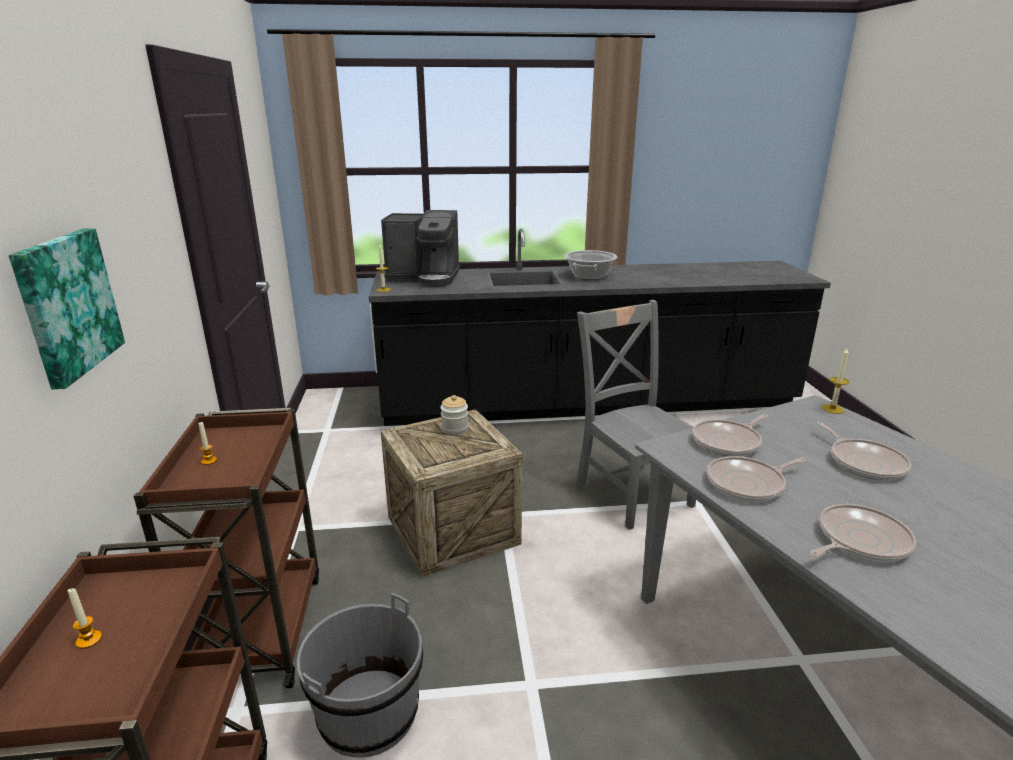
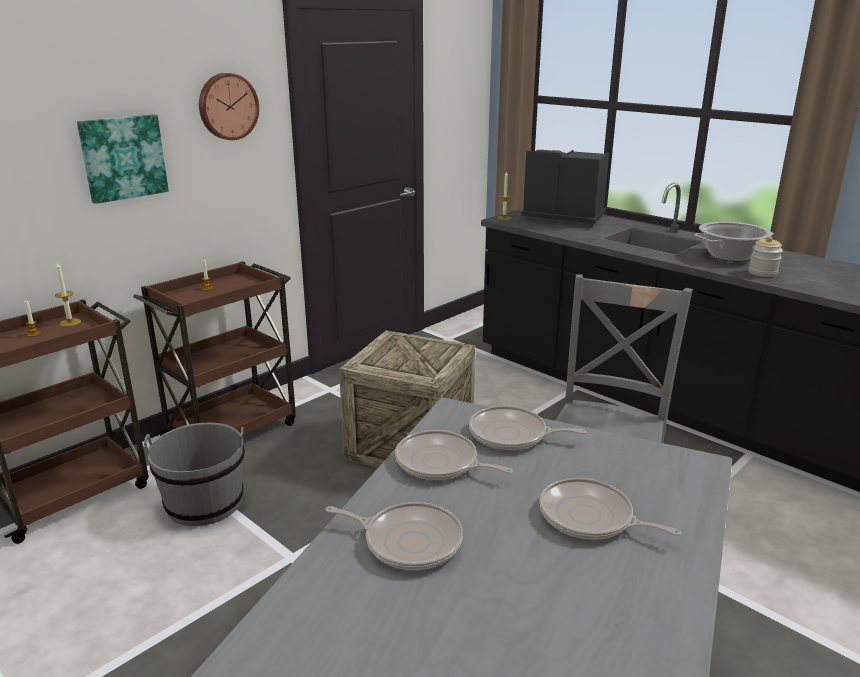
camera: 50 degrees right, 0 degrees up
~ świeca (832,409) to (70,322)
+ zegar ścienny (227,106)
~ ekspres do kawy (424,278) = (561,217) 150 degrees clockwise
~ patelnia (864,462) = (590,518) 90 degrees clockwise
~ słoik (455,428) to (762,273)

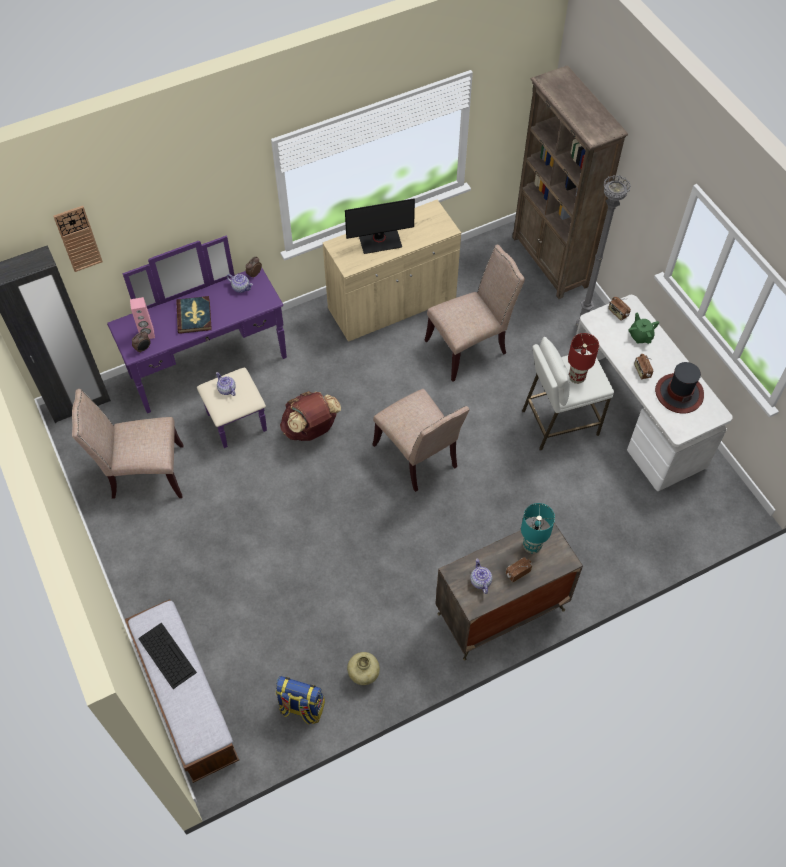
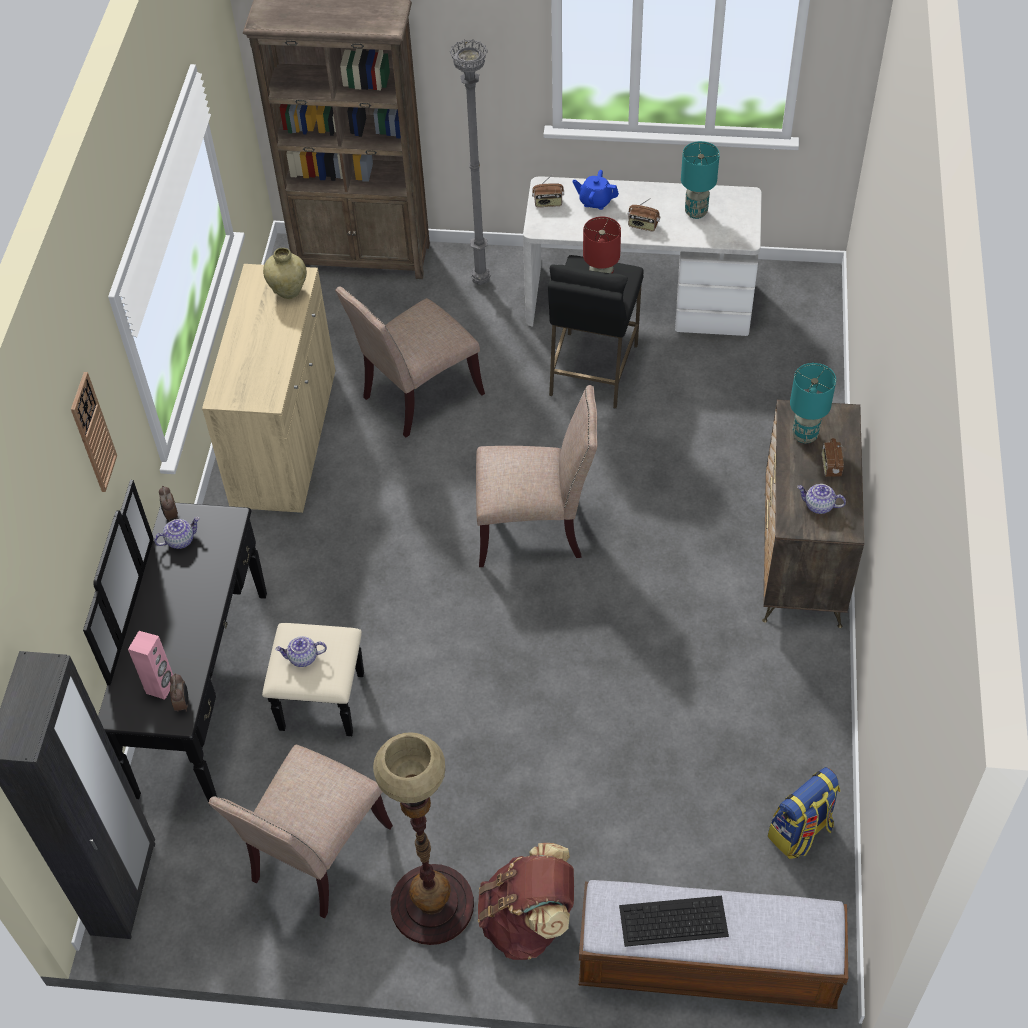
camera: 55 degrees left, 5 degrees down
~ zegar ścienny (78,238) to (92,433)
~ komoda [fioletowy] (215,379) to komoda [czarny] (230,693)
~ wazon [beżowy] (364,675) to (288,291)
~ krzesło [beżowy] (469,347) = (417,396) 135 degrees counterclockwise
+ lampa stojąca (432,905)
~ plecak [brązowy] (311,429) to (528,920)
~ stołek [biały] (559,422) to stołek [czarny] (592,370)
~ imbryk [zielony] (640,336) to imbryk [niebieski] (595,201)
~ kapelusz (678,393) to lampa stołowa [turkusowy] (695,212)
- książka (194,316)
- monitor (380,240)

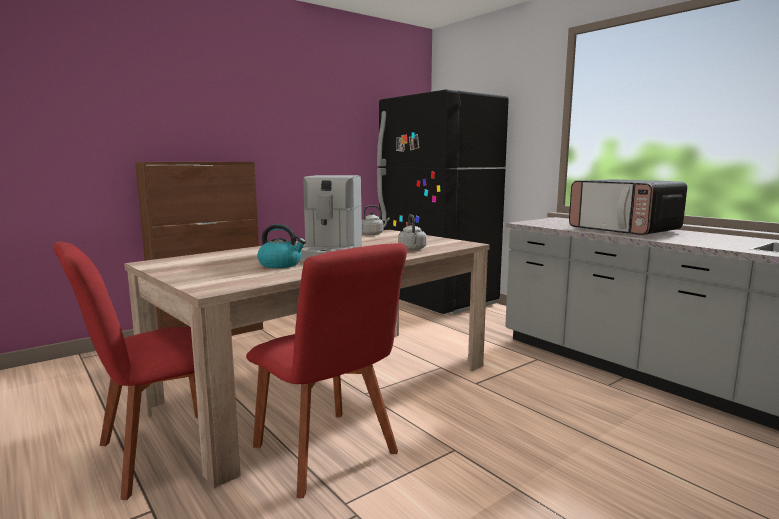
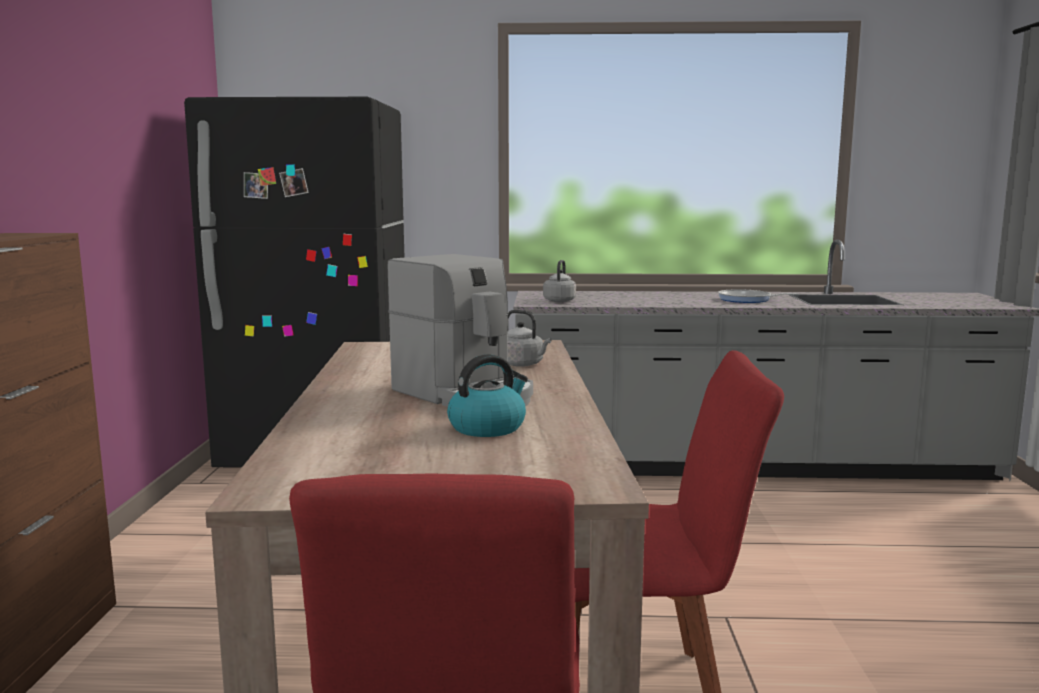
camera: 50 degrees left, 0 degrees up
~ czajnik [szary] (373,234) to (560,300)
+ patelnia (747,300)
- mikrofalówka (624,230)

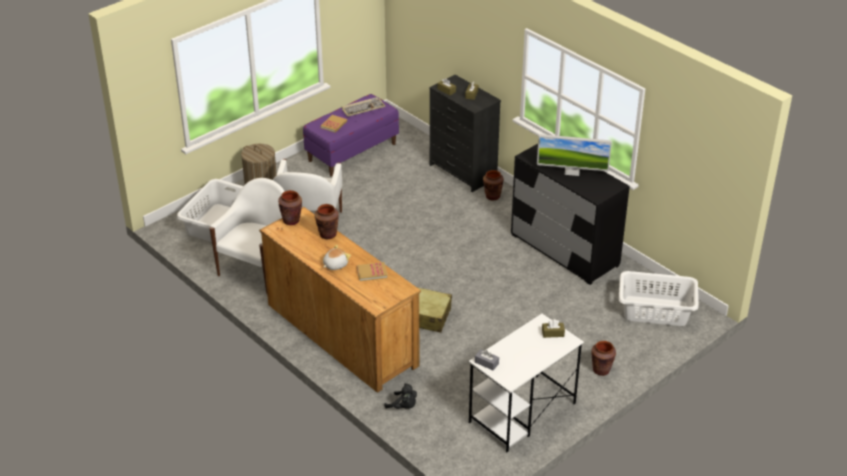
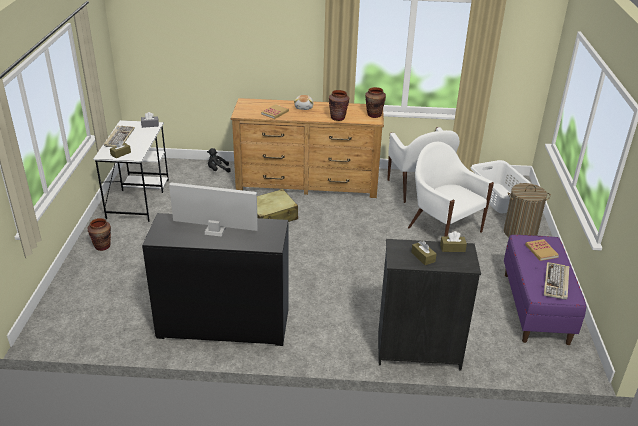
camera: 135 degrees right, 5 degrees down
+ klawiatura (119,138)
~ monitor (572,171) = (215,231) 45 degrees clockwise
- wazon [brązowy] (492,196)
- kosz na pranie [biały] (656,311)

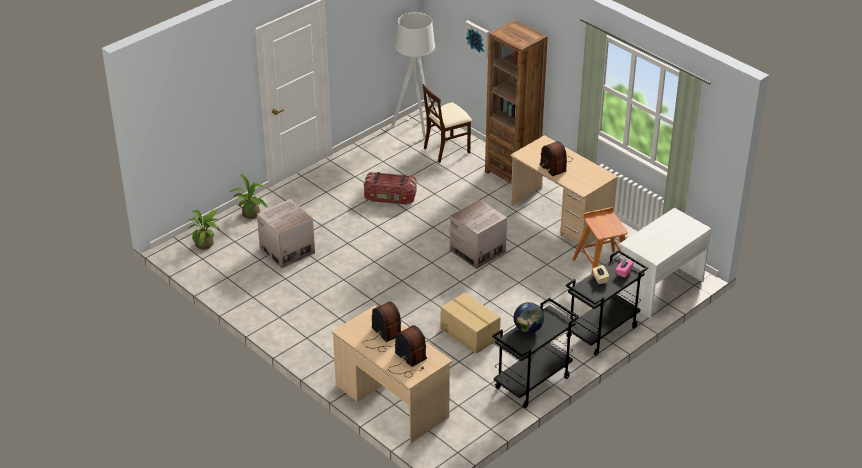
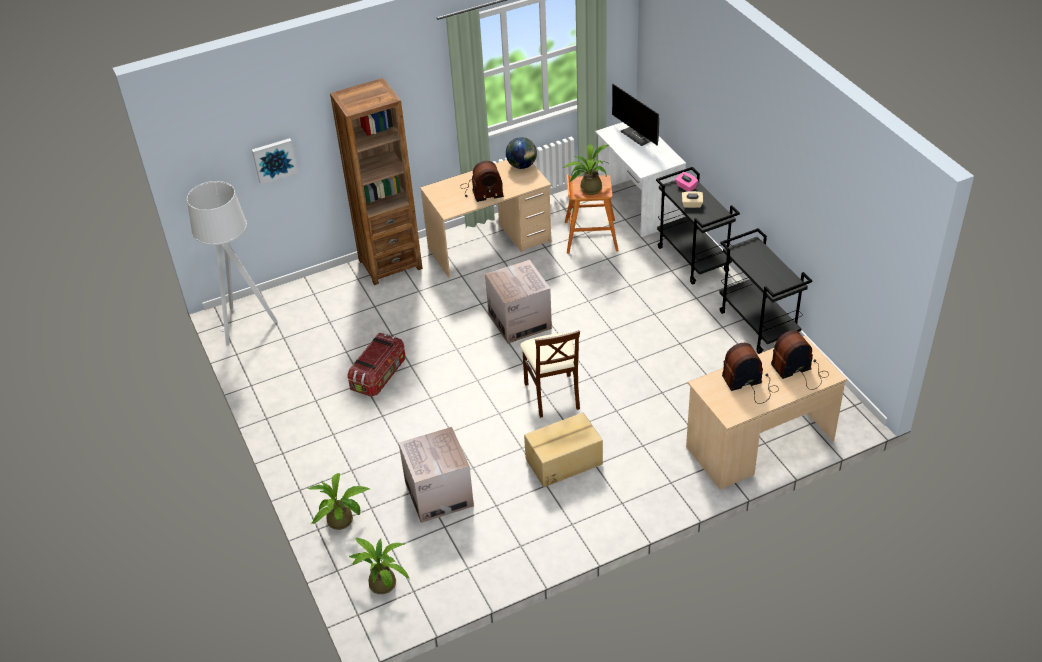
camera: 70 degrees left, 5 degrees up
~ globus (528,329) to (522,166)
~ krzesło [beżowy] (446,149) to (553,395)
~ karton (470,333) to (563,461)
+ roślina doniczkowa (588,189)
+ monitor (639,136)

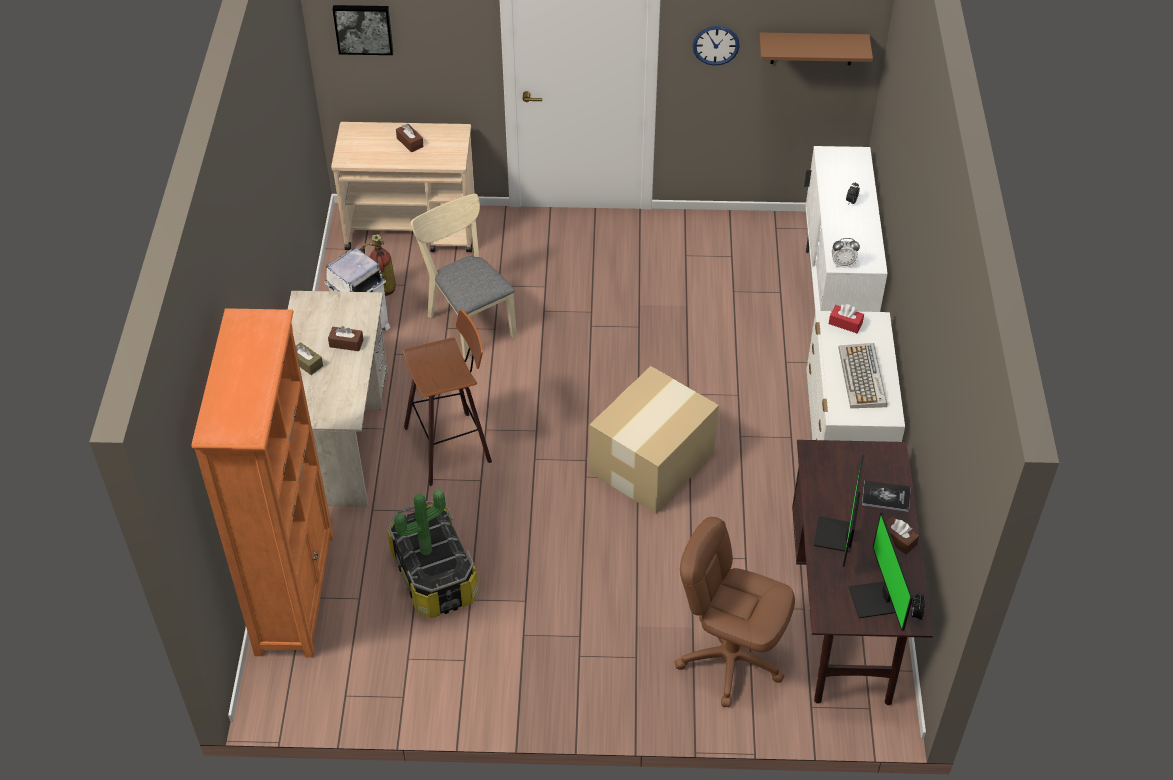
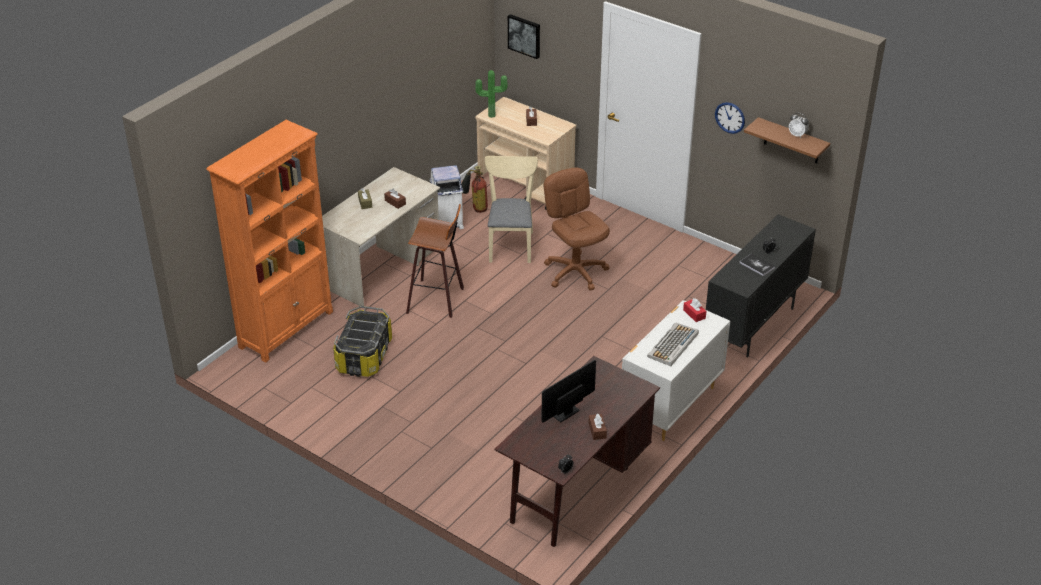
camera: 35 degrees right, 10 degrees down
~ roślina doniczkowa (424,548) to (491,115)
~ krzesło biurowe [brązowy] (730,658) to (575,272)
~ szafka [biały] (835,294) to szafka [czarny] (753,325)
~ książka (886,497) to (757,265)
~ budzik (843,264) to (797,135)
- karton (650,463)
- monitor (874,600)

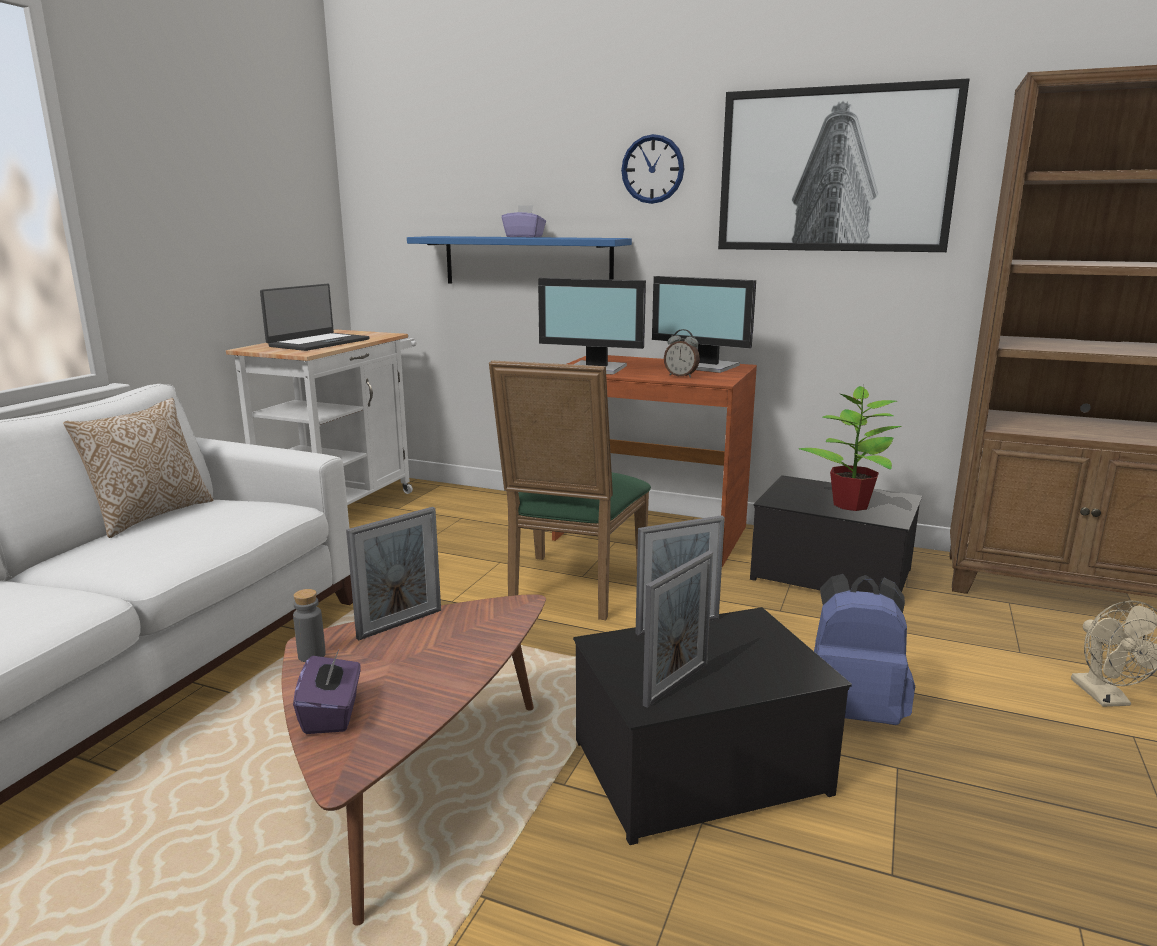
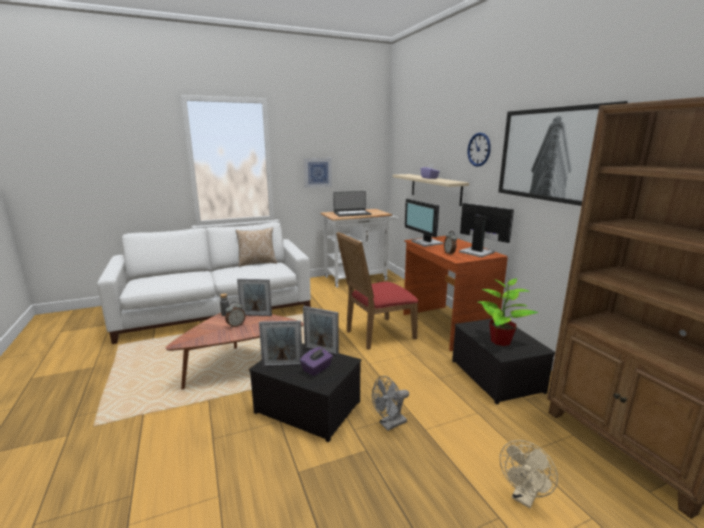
camera: 45 degrees right, 0 degrees up
+ budzik (236,325)
~ pudełko chusteczek [fioletowy] (332,714) to (317,369)
+ obraz (317,172)
~ krzesło [zielony] (571,590) to krzesło [czerwony] (376,334)
~ plecak [niebieski] (851,711) to wentylator [szary] (389,424)
~ półka [niebieski] (527,261) to półka [beżowy] (435,188)
~ monitor (707,367) = (477,252) 150 degrees clockwise

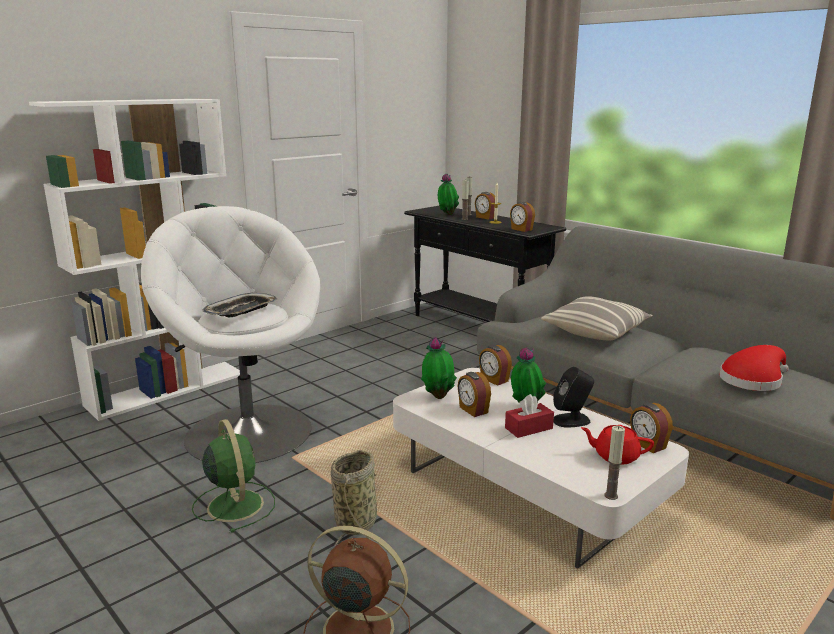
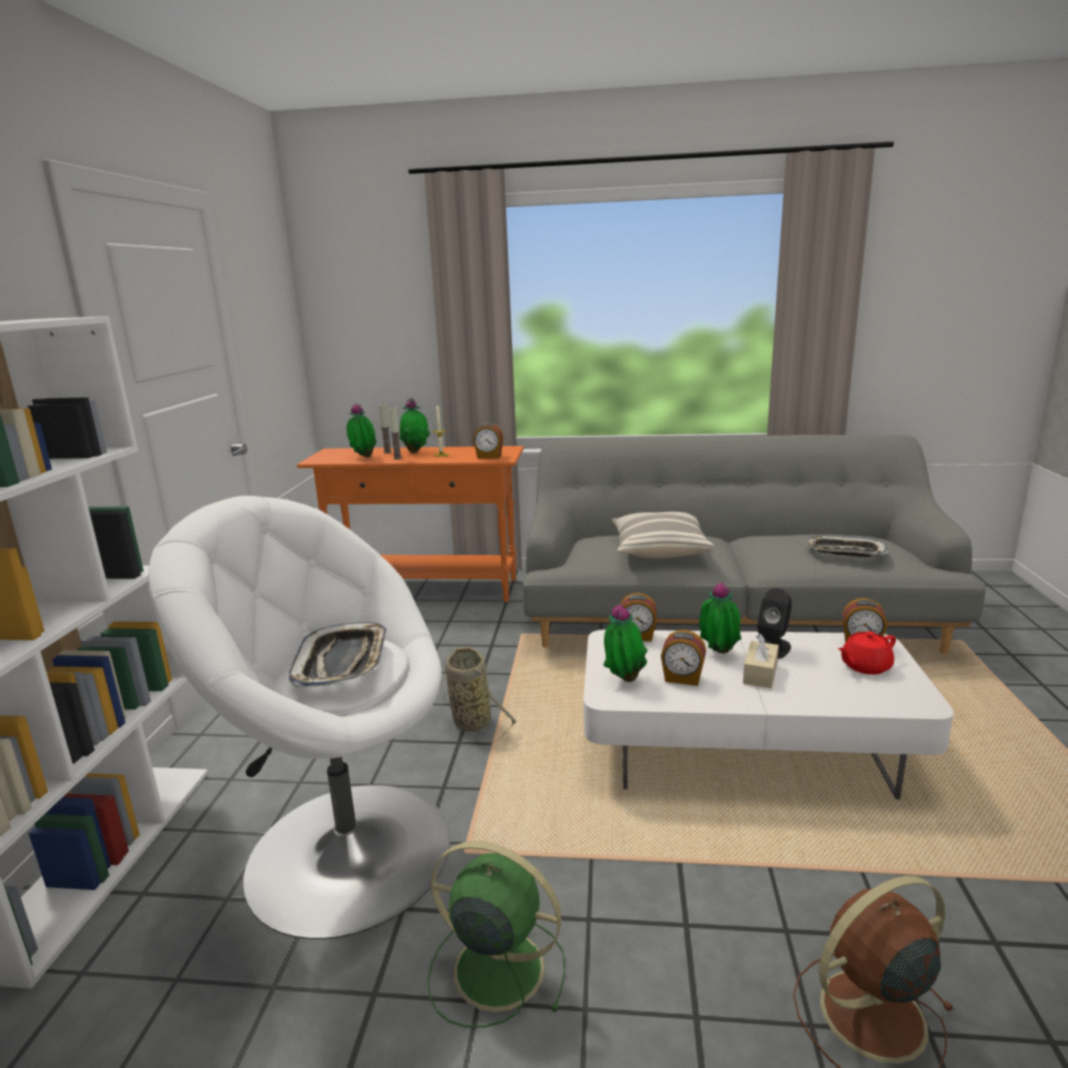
camera: 40 degrees left, 0 degrees up
~ stolik konsolowy [czarny] (478,327) to stolik konsolowy [pomarańczowy] (426,589)
~ budzik (485,217) to roślina doniczkowa (416,452)
~ koszyk (357,522) to (470,720)
~ pudełko chusteczek [czerwony] (528,428) to pudełko chusteczek [beżowy] (760,673)
~ kapelusz [czerwony] (753,380) to taca (845,552)
- świeca (611,496)

